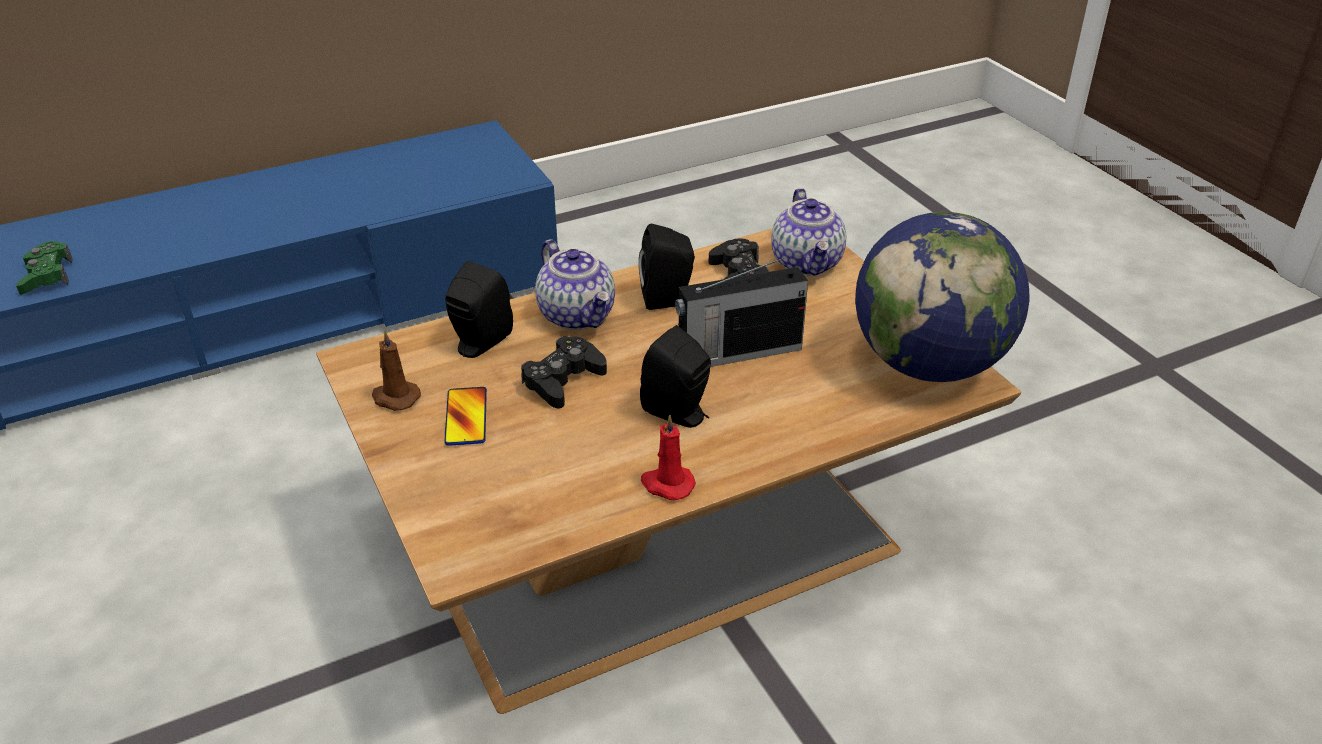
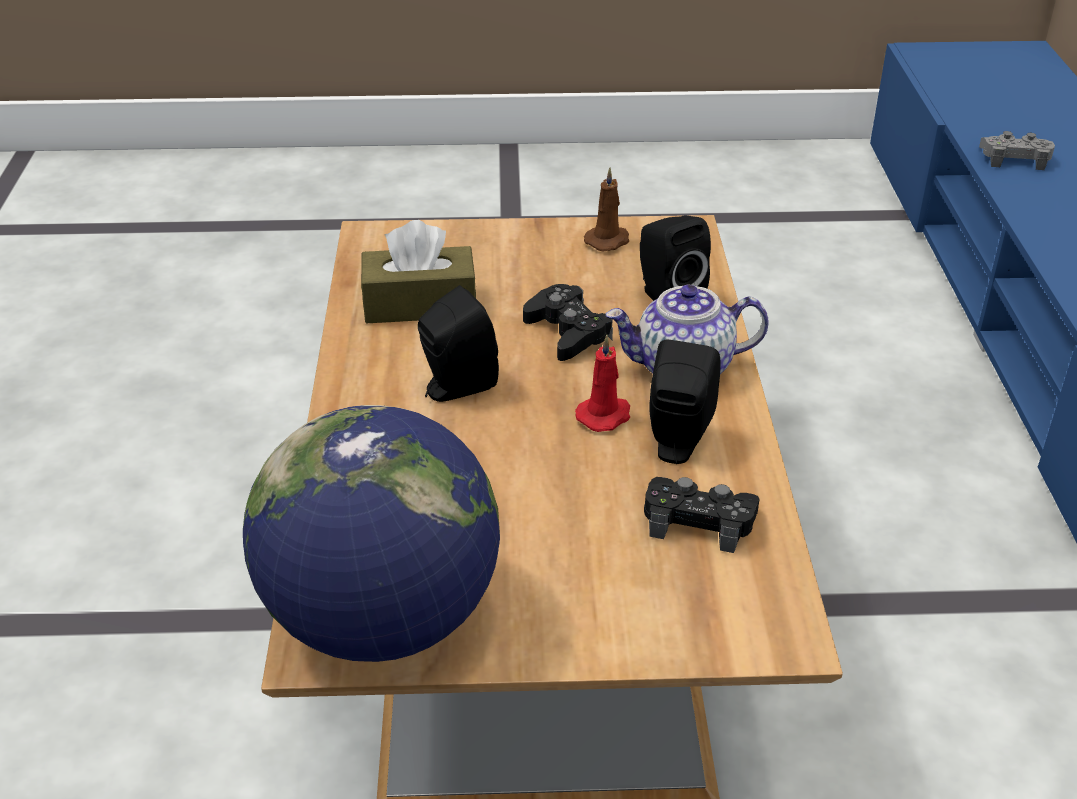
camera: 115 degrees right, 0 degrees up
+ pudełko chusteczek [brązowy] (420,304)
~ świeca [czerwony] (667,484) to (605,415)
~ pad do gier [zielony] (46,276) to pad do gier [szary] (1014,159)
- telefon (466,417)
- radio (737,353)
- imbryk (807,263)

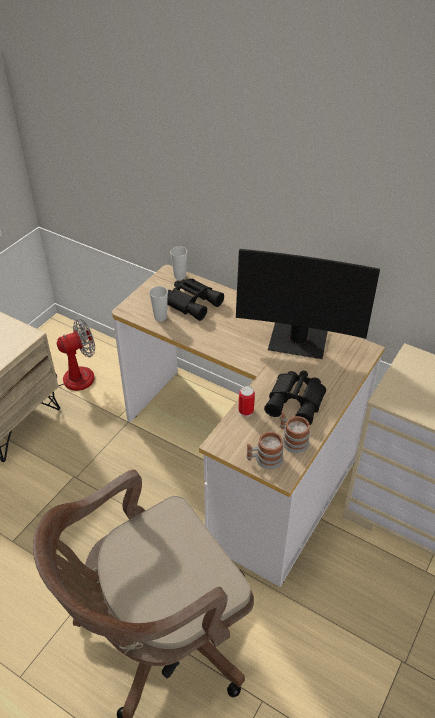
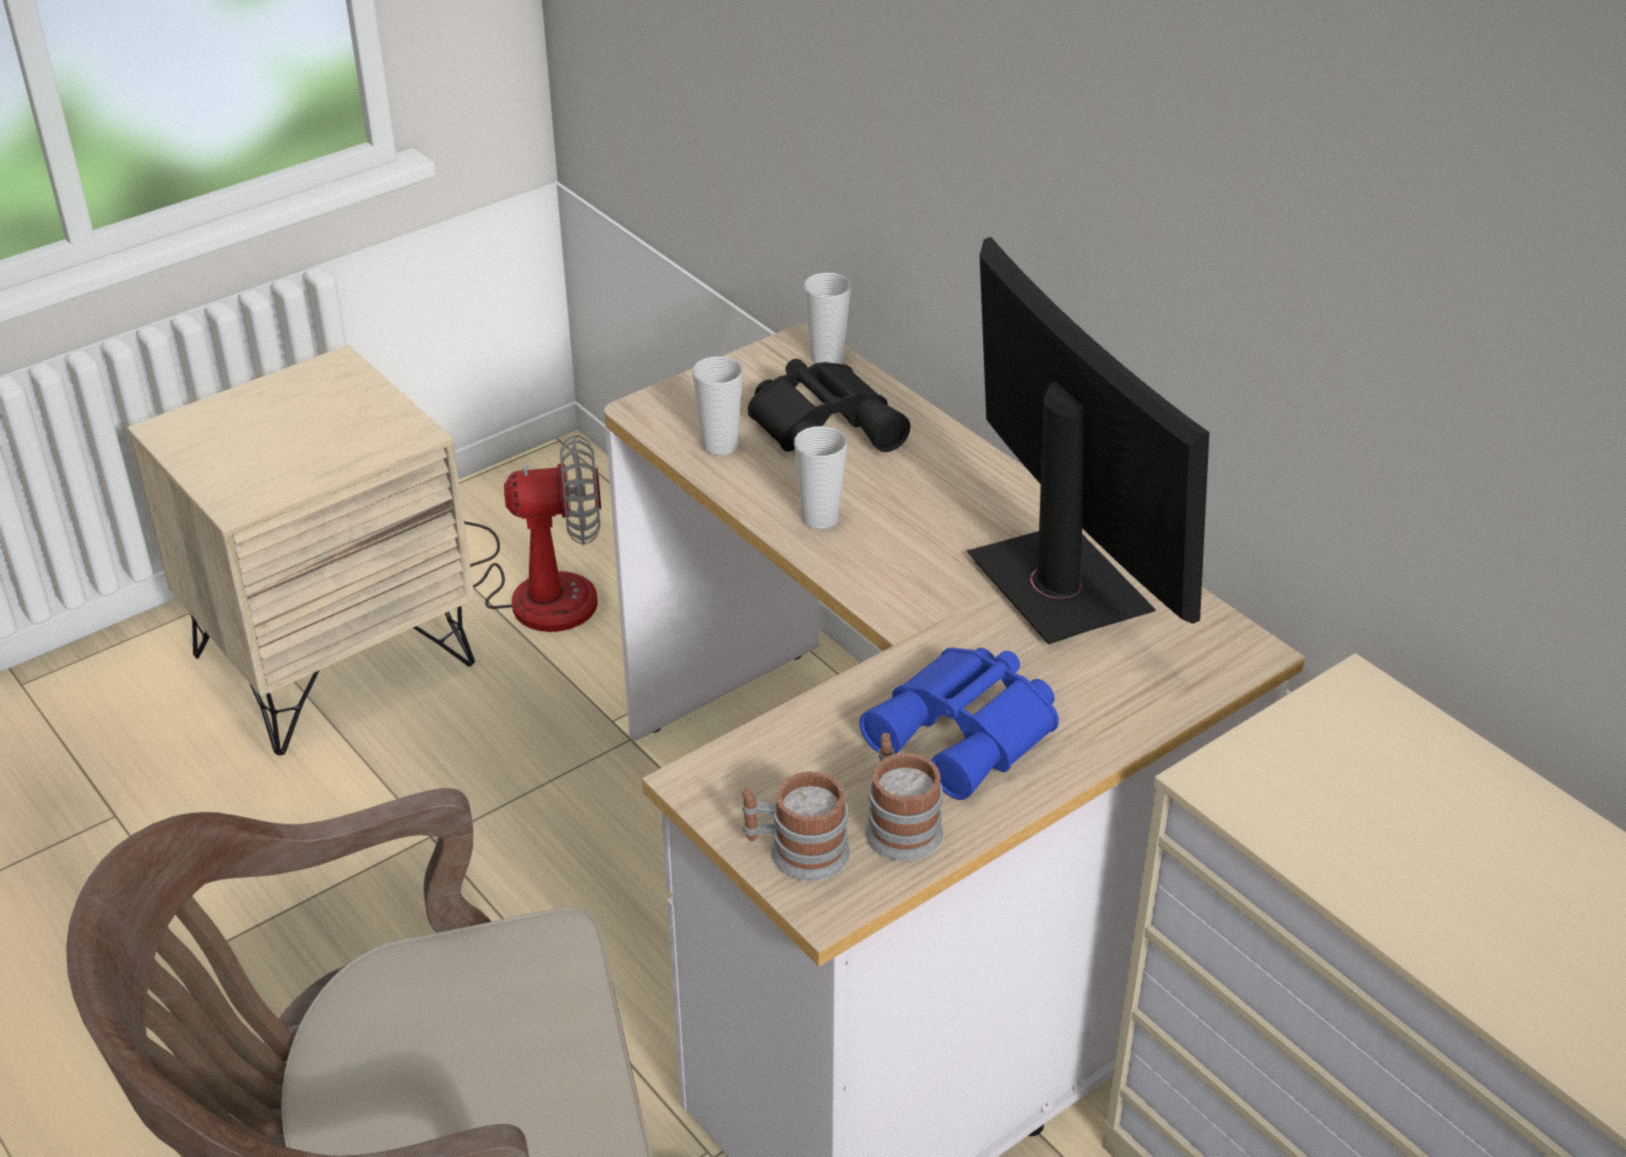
camera: 20 degrees right, 5 degrees down
+ filiżanka (820,518)
~ lornetka [czarny] (297,401) to lornetka [niebieski] (968,733)
~ monitor (298,341) = (1059,585) 150 degrees counterclockwise
- puszka (246,411)

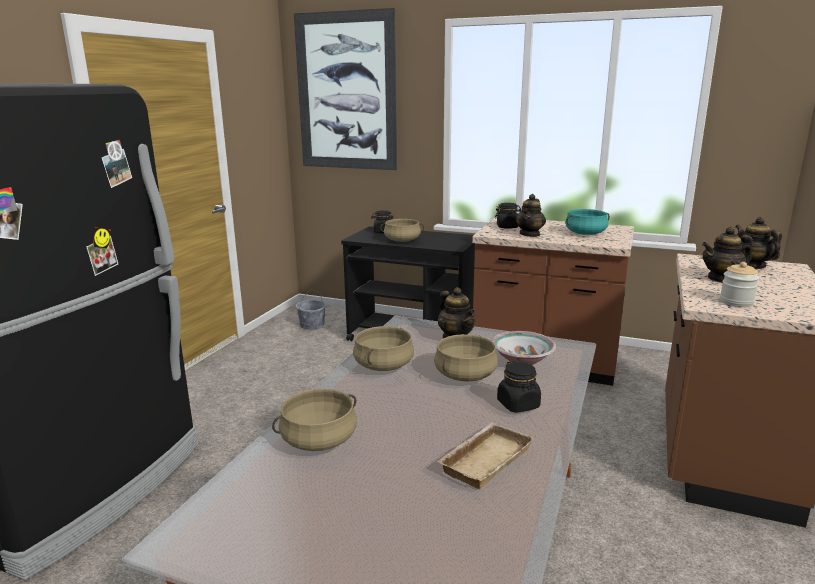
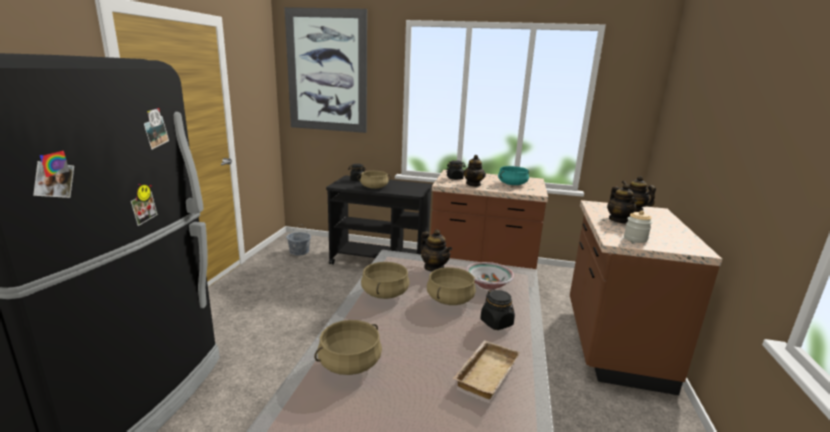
camera: 10 degrees left, 0 degrees up
~ imbryk (722,279) = (618,220) 75 degrees counterclockwise

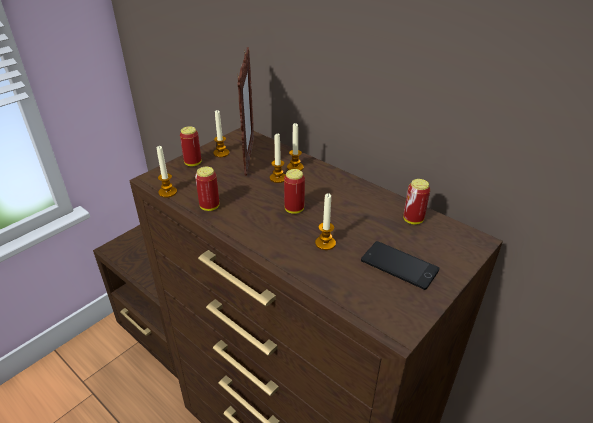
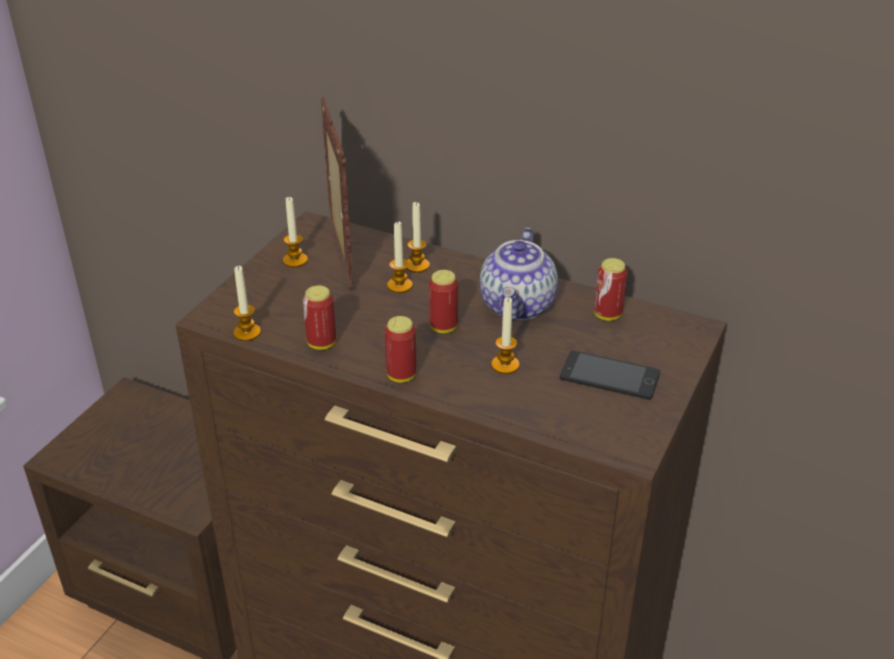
camera: 15 degrees left, 0 degrees up
~ puszka (193,163) to (401,375)
+ imbryk (518,306)

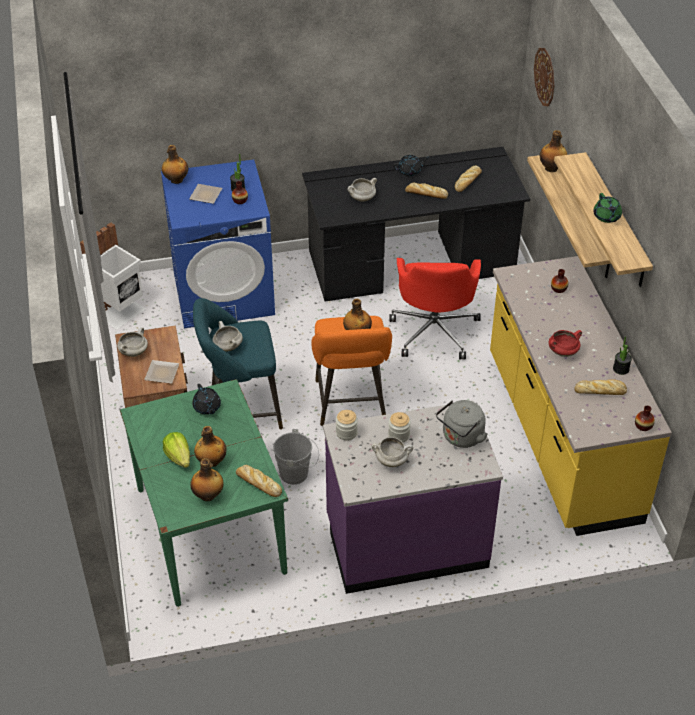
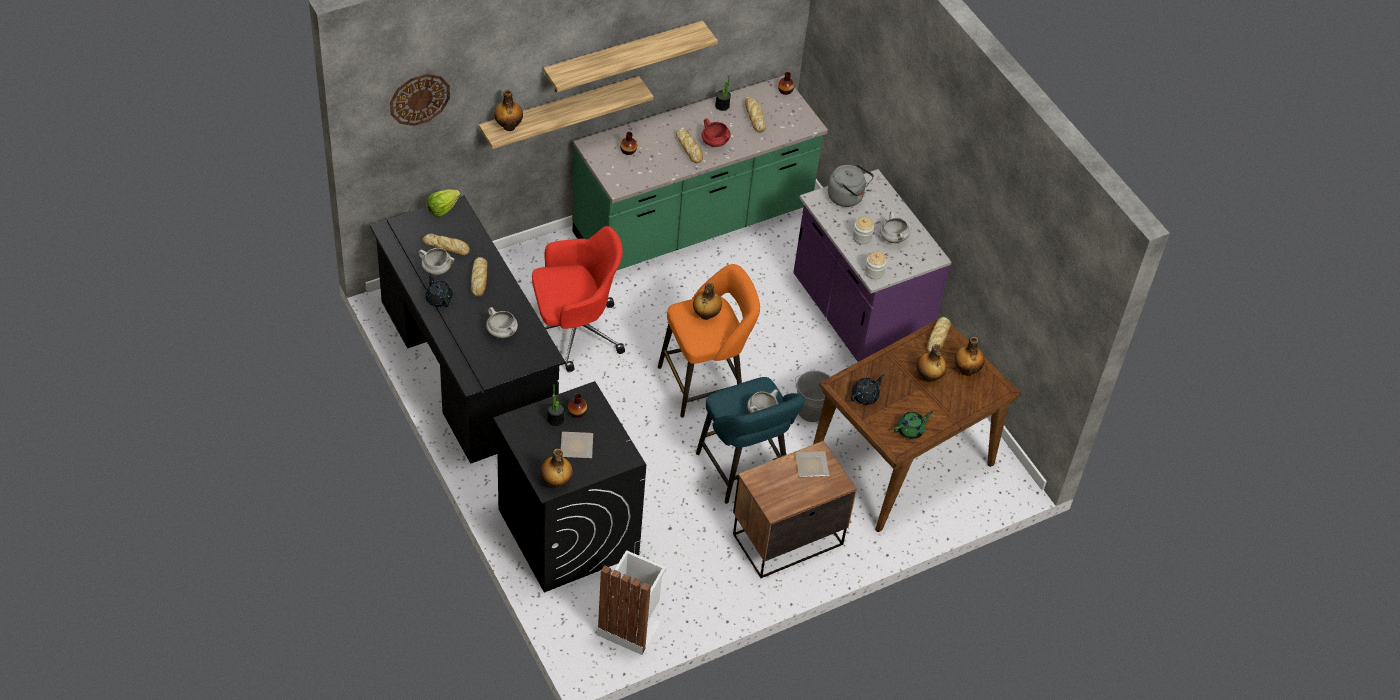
camera: 110 degrees left, 5 degrees up
~ garnek [biały] (133,352) to (436,270)
~ sałata (179,457) to (442,209)
~ pralka [niebieski] (224,293) to pralka [czarny] (567,531)
~ zabudowa kuchenna [żółty] (560,437) to zabudowa kuchenna [zielony] (693,224)
+ chleb (689,149)
~ stół jadalny [zielony] (211,530) to stół jadalny [brązowy] (903,459)
~ imbryk [zielony] (606,217) to (911,430)

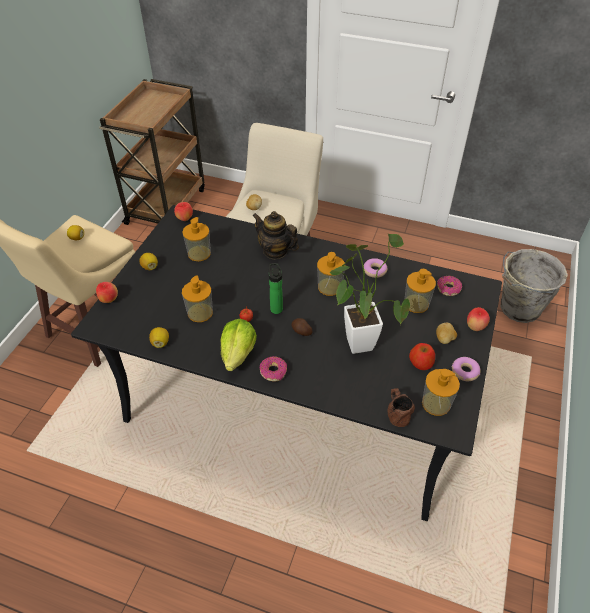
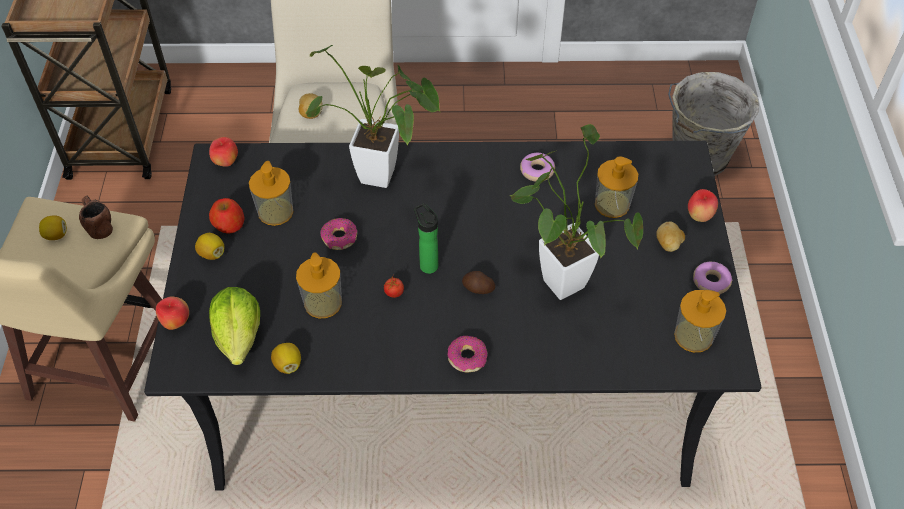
camera: 20 degrees left, 5 degrees up
~ kubek [brązowy] (396,412) to (97,225)
~ jabłko (421,363) to (229,224)
~ sałata (238,354) to (239,336)
~ imbryk (275,251) to roślina doniczkowa (386,178)
~ donut (448,289) to (339,238)
- dozownik mydła (329,287)

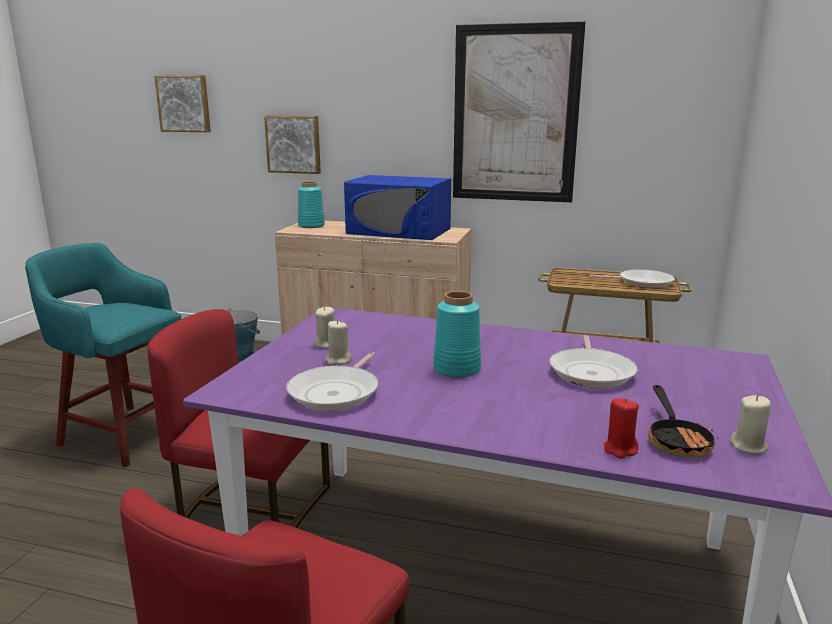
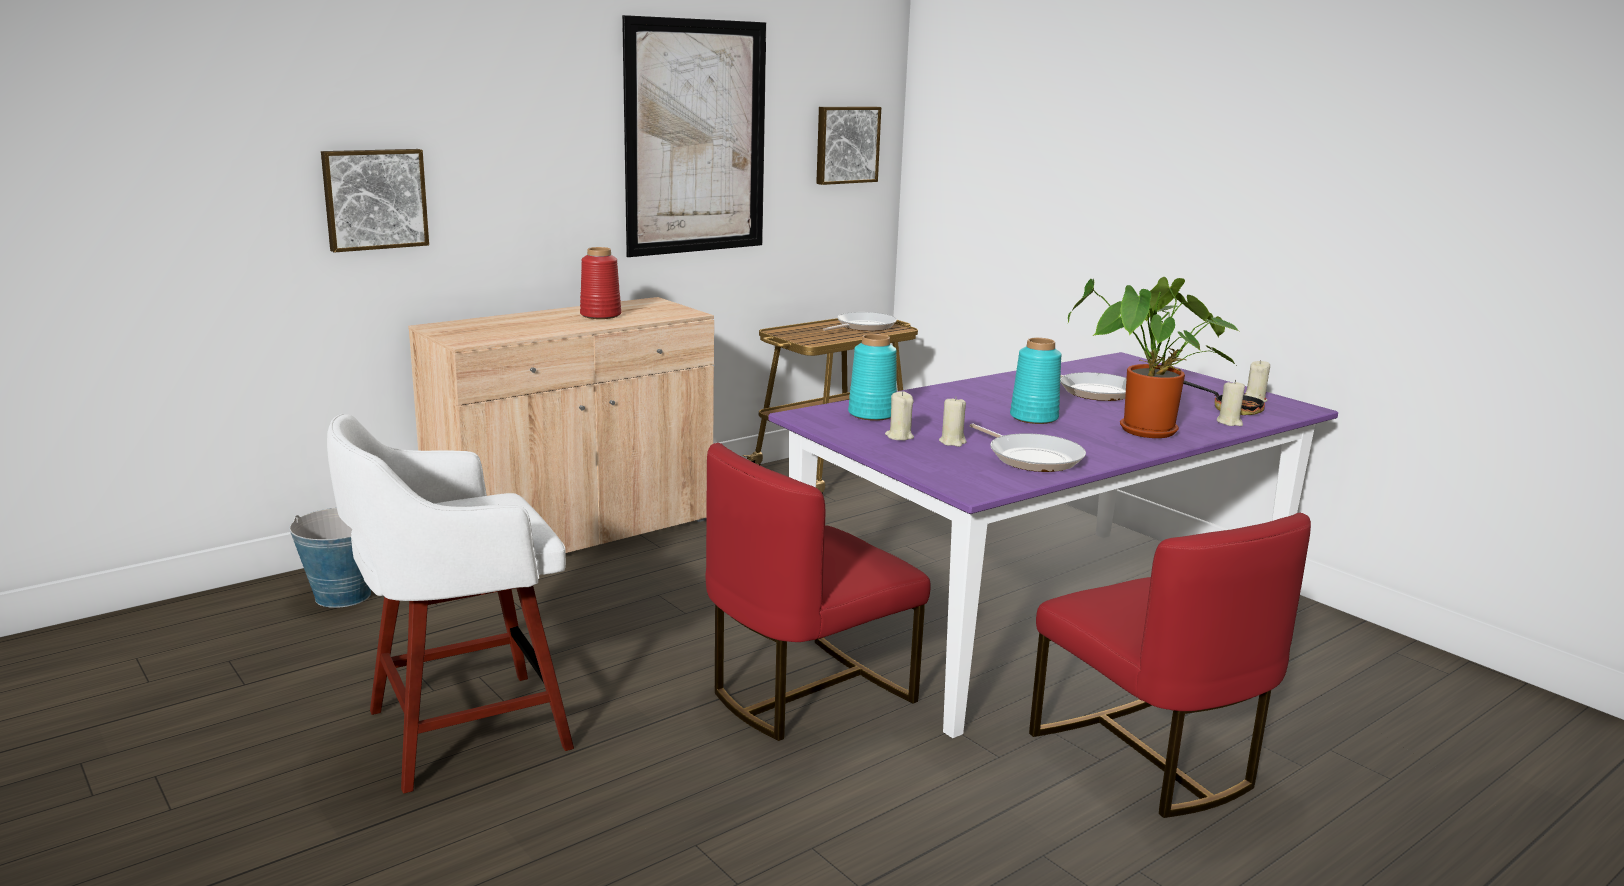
camera: 55 degrees left, 0 degrees up
~ stołek [turkusowy] (125,433) to stołek [biały] (461,731)
~ mikrofalówka [niebieski] (399,231) to wazon [czerwony] (601,315)
~ obraz (184,104) to (846,144)
~ wazon [turkusowy] (311,225) to (871,414)
+ roślina doniczkowa (1145,432)
~ świeca [czerwony] (620,449) to świeca [beżowy] (1229,422)

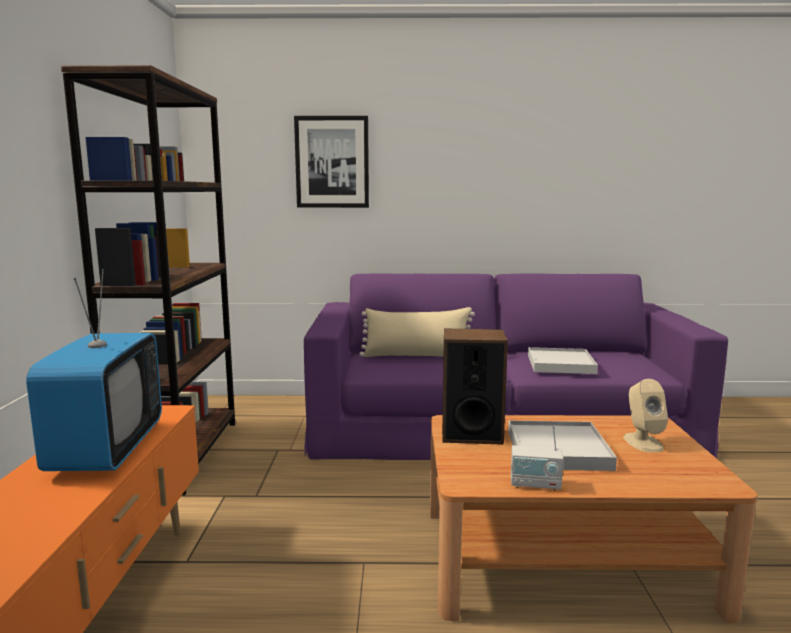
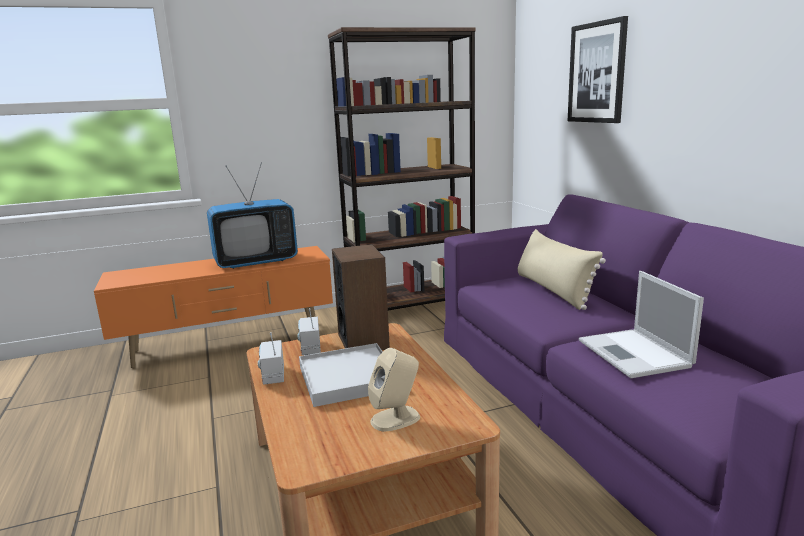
camera: 70 degrees right, 5 degrees up
+ radio (310,348)
~ taca [biały] (560,364) to laptop (635,354)

